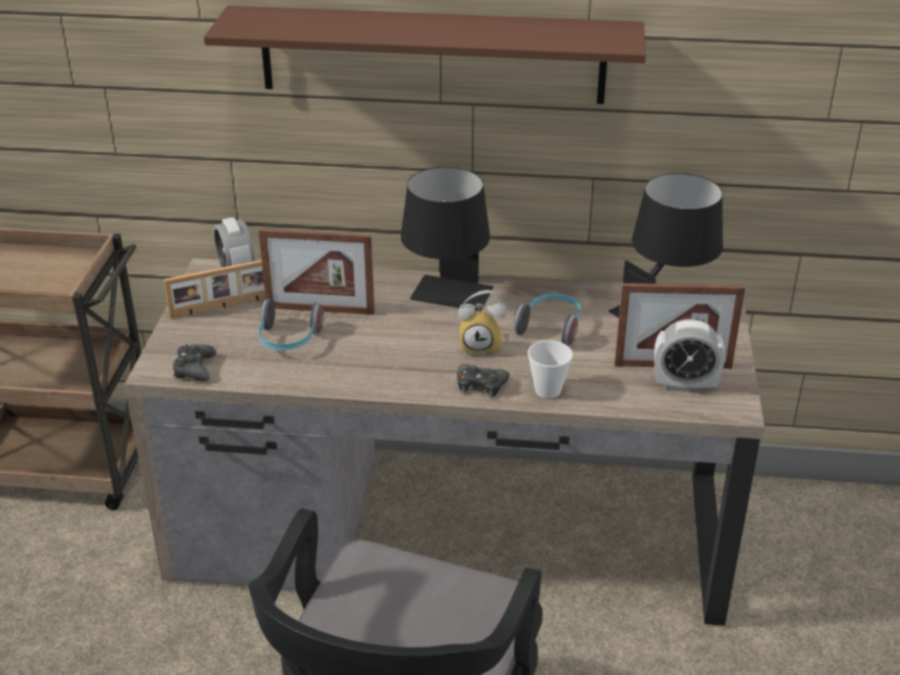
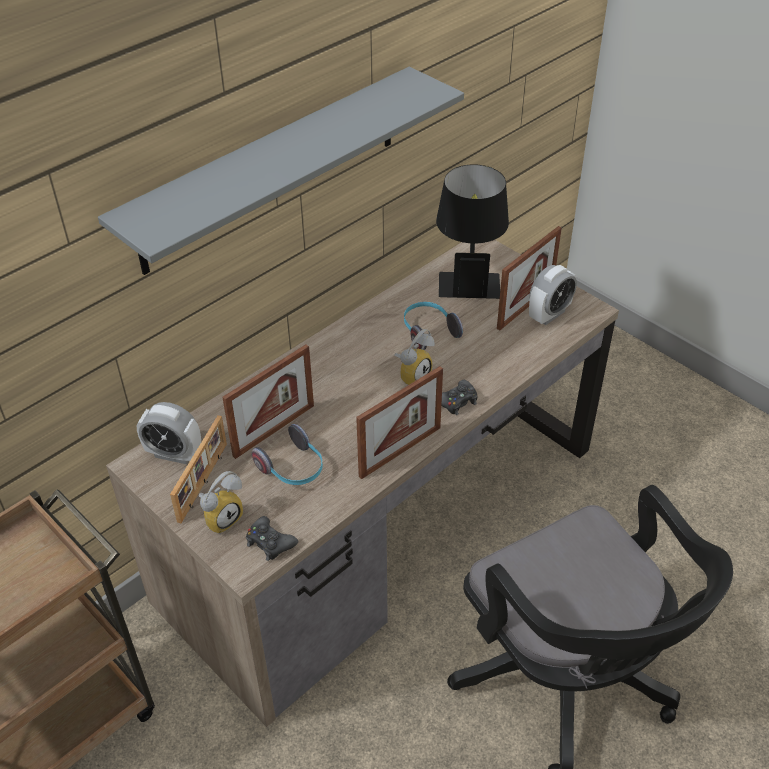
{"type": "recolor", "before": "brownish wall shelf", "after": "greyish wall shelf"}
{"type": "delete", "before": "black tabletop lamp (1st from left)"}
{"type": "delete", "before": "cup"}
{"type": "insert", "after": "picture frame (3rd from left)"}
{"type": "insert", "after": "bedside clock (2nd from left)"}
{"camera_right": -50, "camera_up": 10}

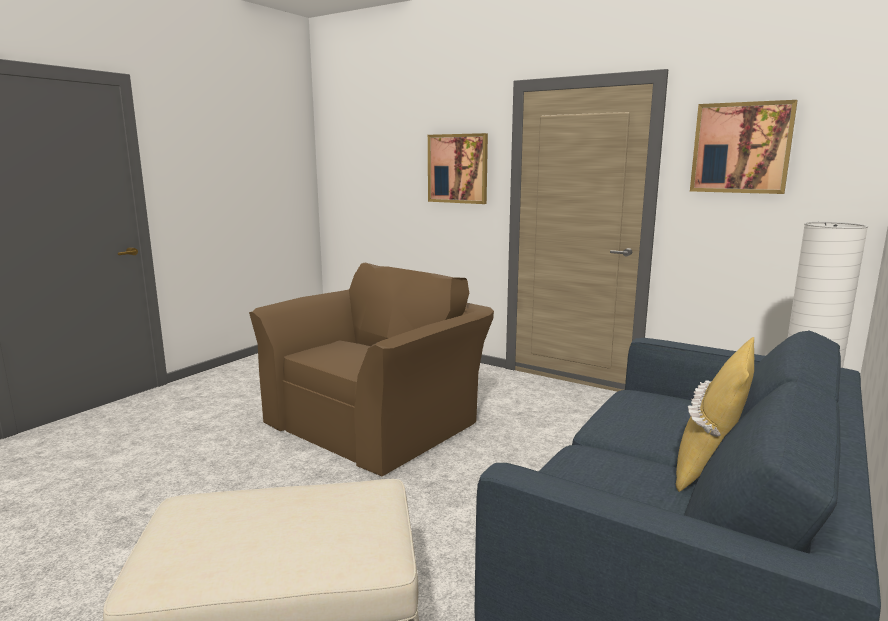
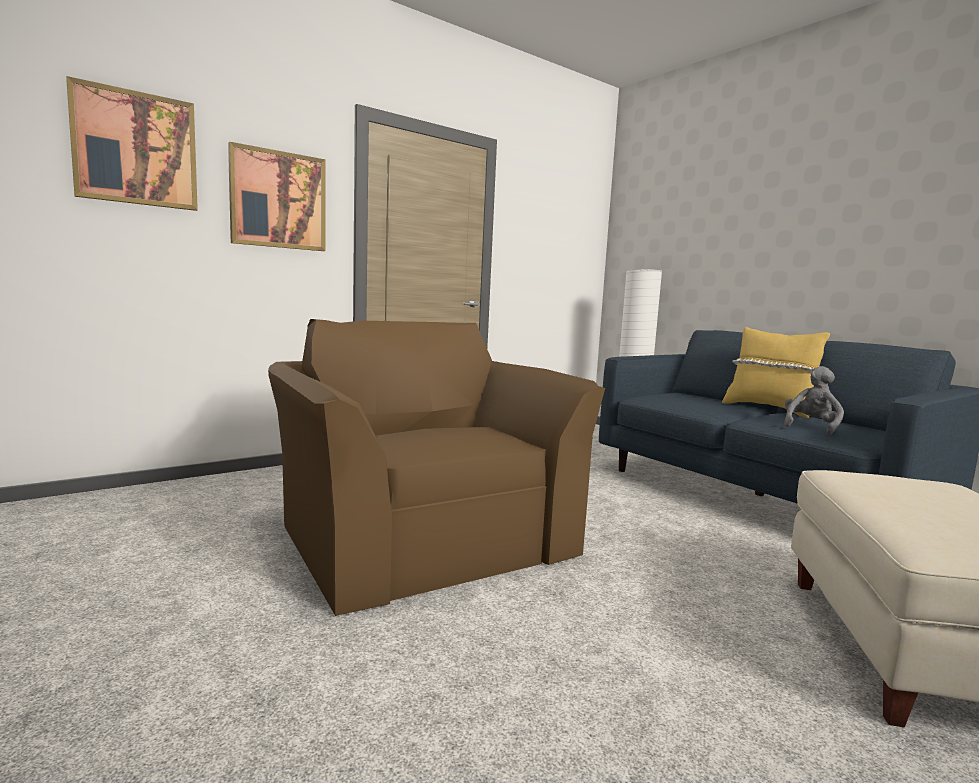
{"type": "move", "before": "picture (2nd from left in the first image)", "after": "picture (1st from left)"}
{"type": "insert", "after": "greyish soft toy"}
{"camera_right": -70, "camera_up": -5}

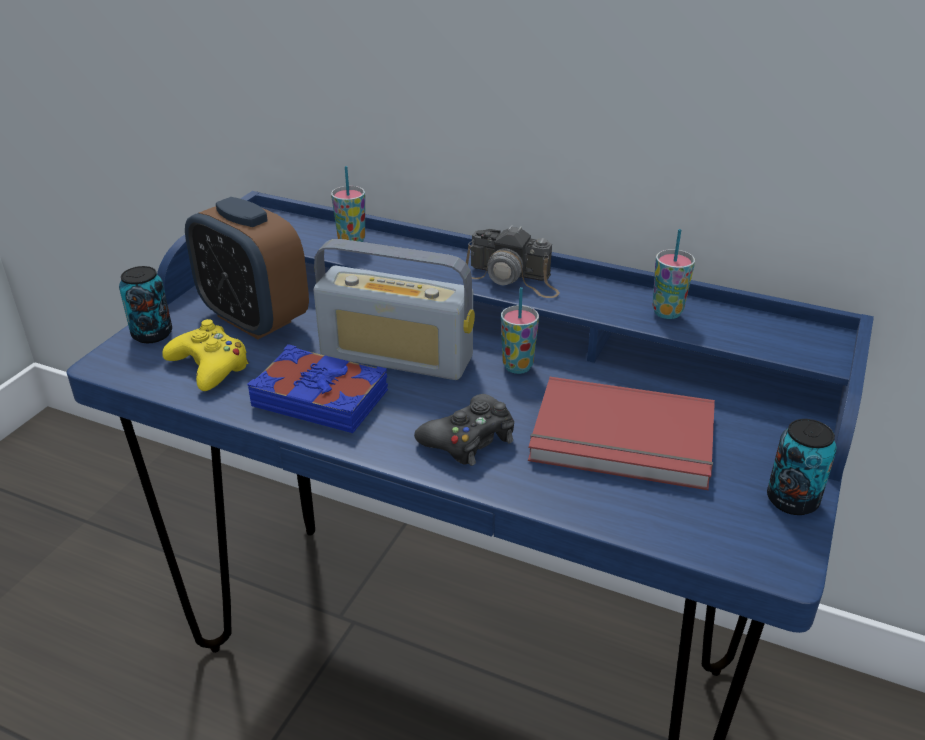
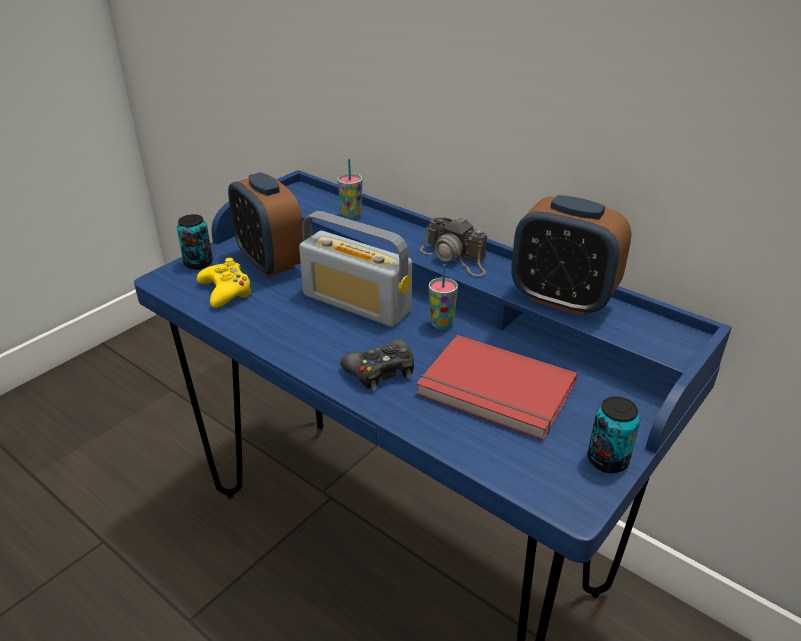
{"type": "replace", "before": "cup (3rd from left)", "after": "bedside clock (2nd from left)"}
{"type": "delete", "before": "blue book"}
{"camera_right": 15, "camera_up": 0}

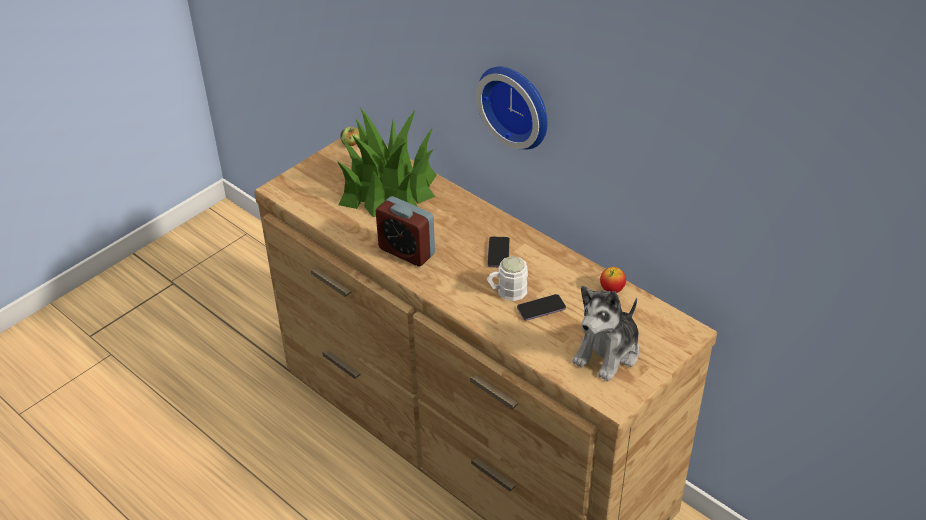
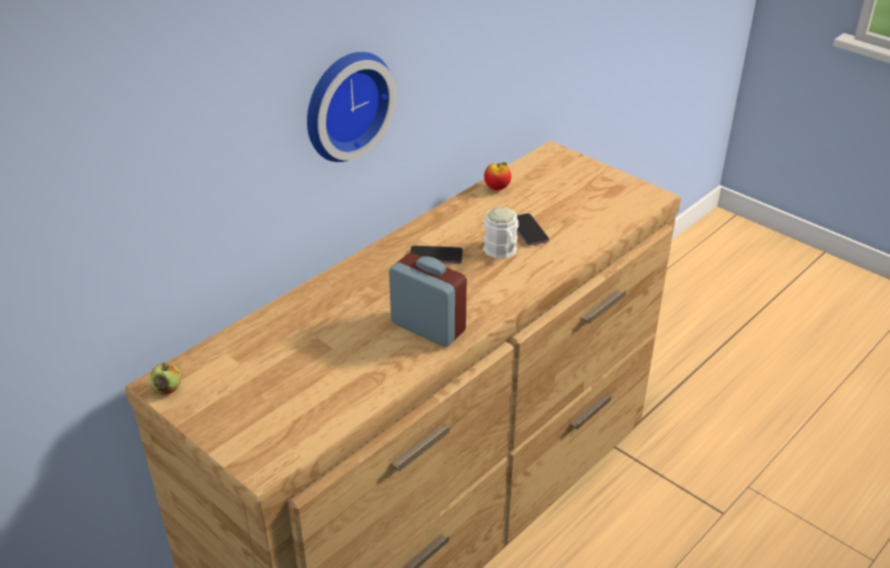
{"type": "delete", "before": "plant in a pot"}
{"type": "rotate", "before": "bedside clock", "turn": -90}
{"type": "delete", "before": "soft toy"}
{"camera_right": -90, "camera_up": -5}

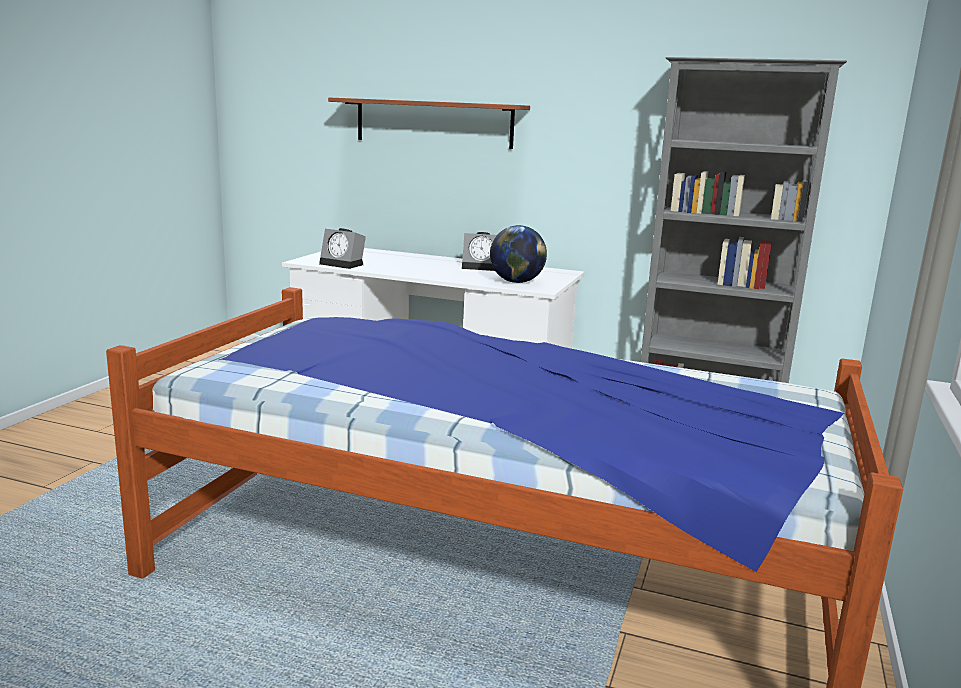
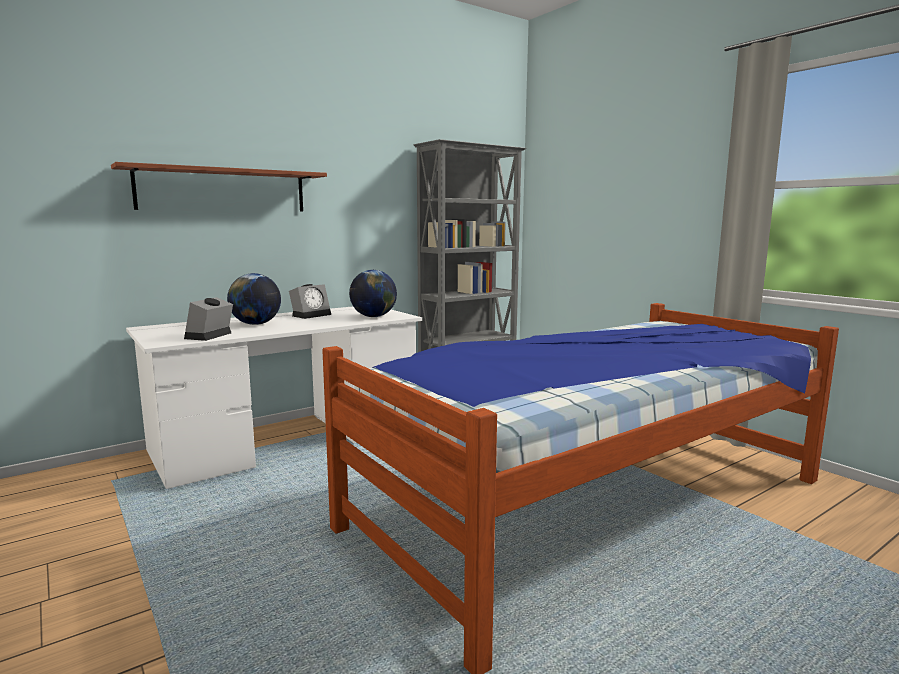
{"type": "rotate", "before": "bedside clock (1st from left)", "turn": 135}
{"type": "insert", "after": "globe (1st from left)"}
{"camera_right": -55, "camera_up": -5}

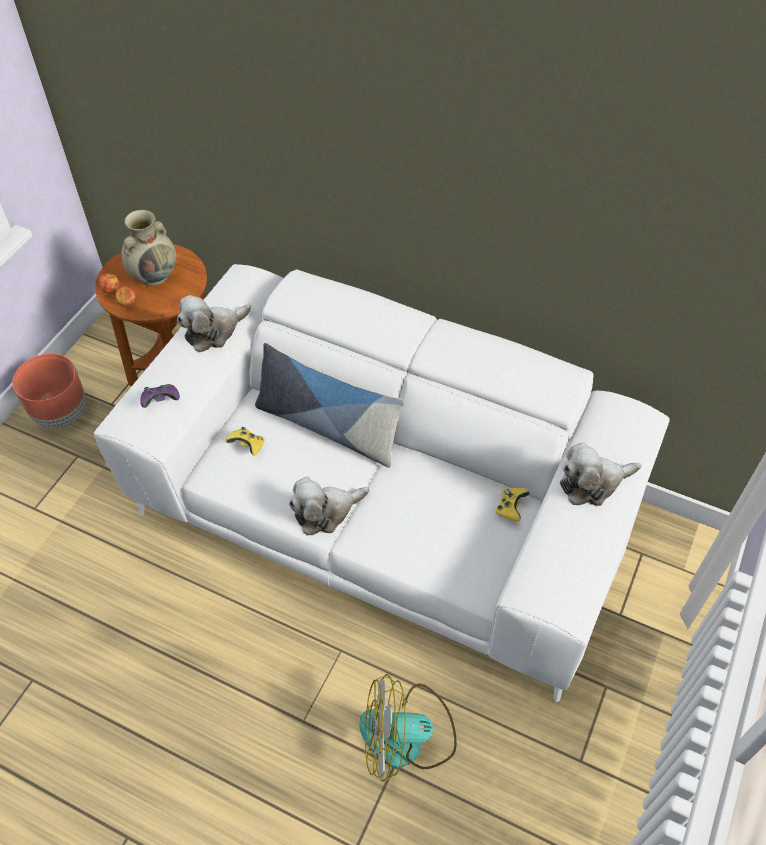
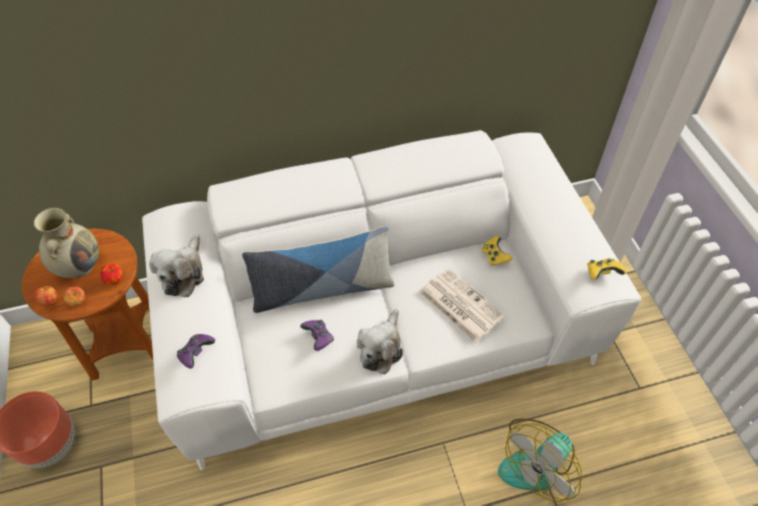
{"type": "move", "before": "yellowish gamepad (1st from left in the first image)", "after": "yellowish gamepad (2nd from left)"}
{"type": "delete", "before": "soft toy (3rd from left)"}
{"type": "insert", "after": "whole apple (3rd from left)"}
{"type": "insert", "after": "daily paper"}
{"type": "insert", "after": "purple gamepad (2nd from left)"}
{"camera_right": -40, "camera_up": 0}

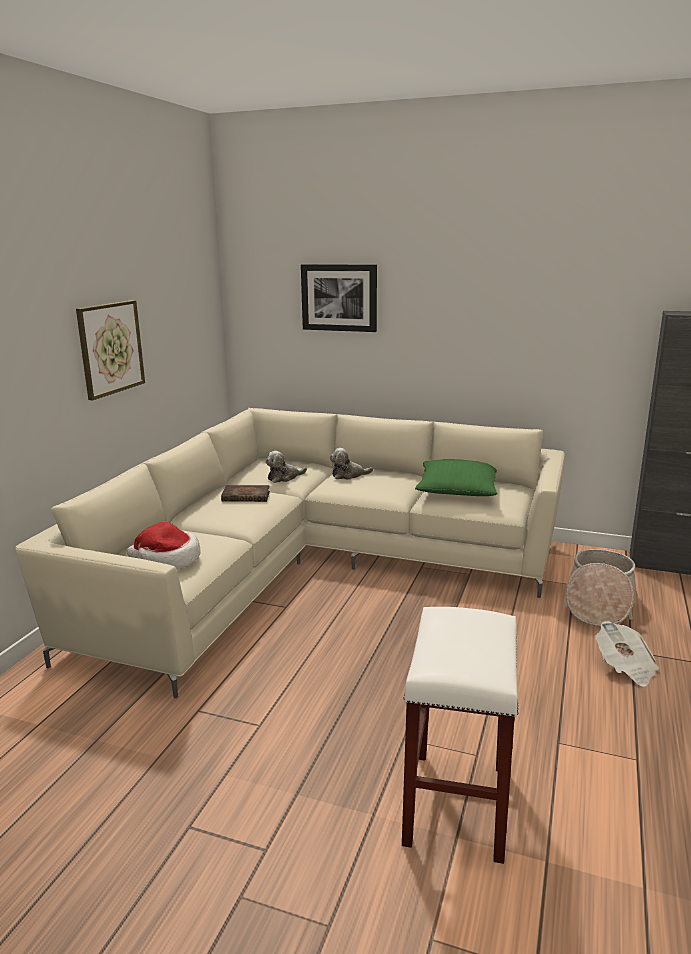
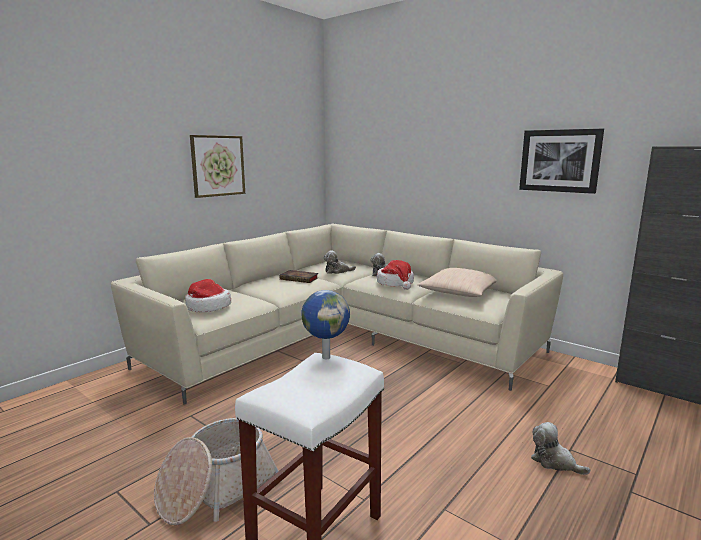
{"type": "move", "before": "picture (2nd from left)"}
{"type": "recolor", "before": "green throw pillow", "after": "sand-coloured throw pillow"}
{"type": "move", "before": "household basket"}
{"type": "replace", "before": "daily paper", "after": "soft toy (3rd from left)"}
{"type": "insert", "after": "hat (2nd from left)"}
{"type": "insert", "after": "globe"}
{"camera_right": 20, "camera_up": -5}

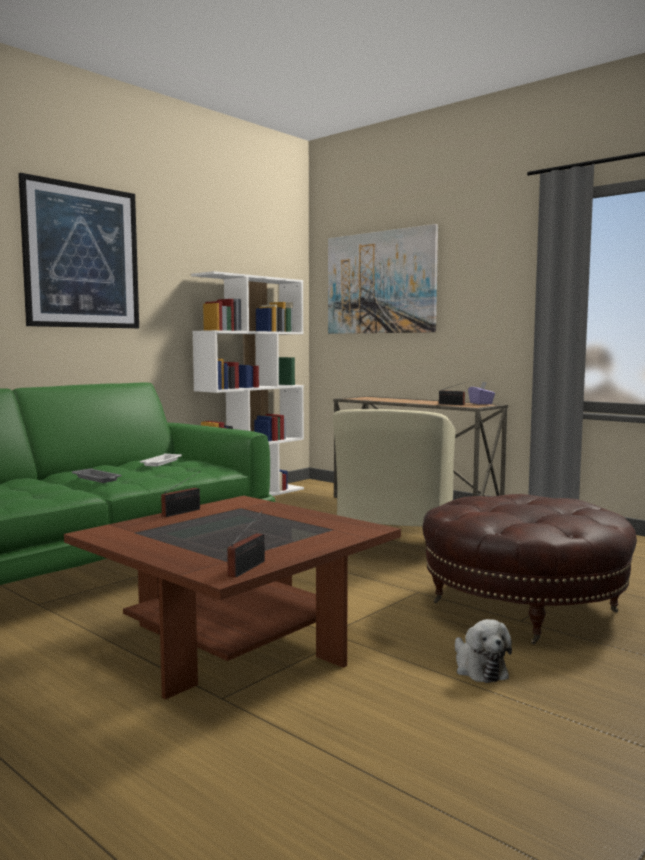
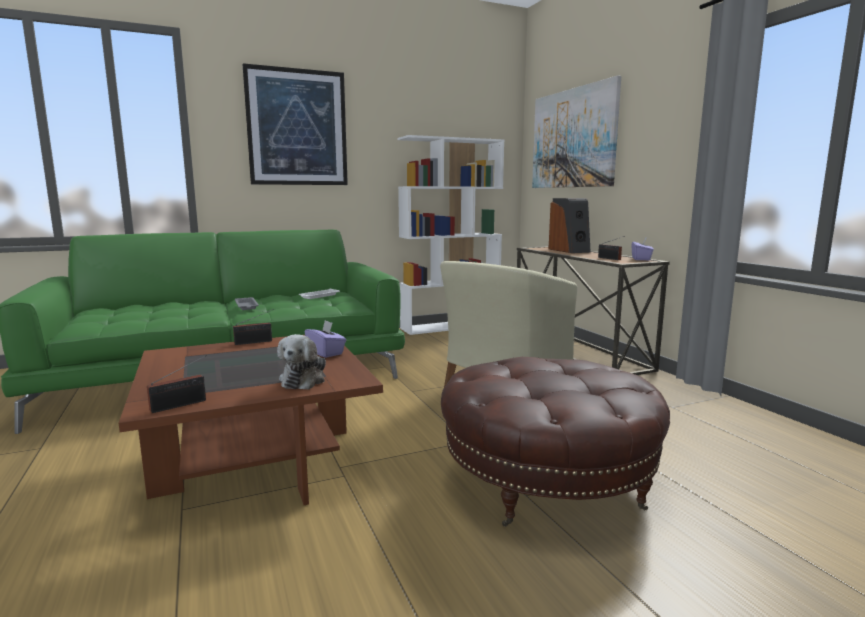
{"type": "move", "before": "soft toy"}
{"type": "insert", "after": "speaker"}
{"type": "insert", "after": "purple box of tissues (1st from left)"}
{"camera_right": 25, "camera_up": 5}

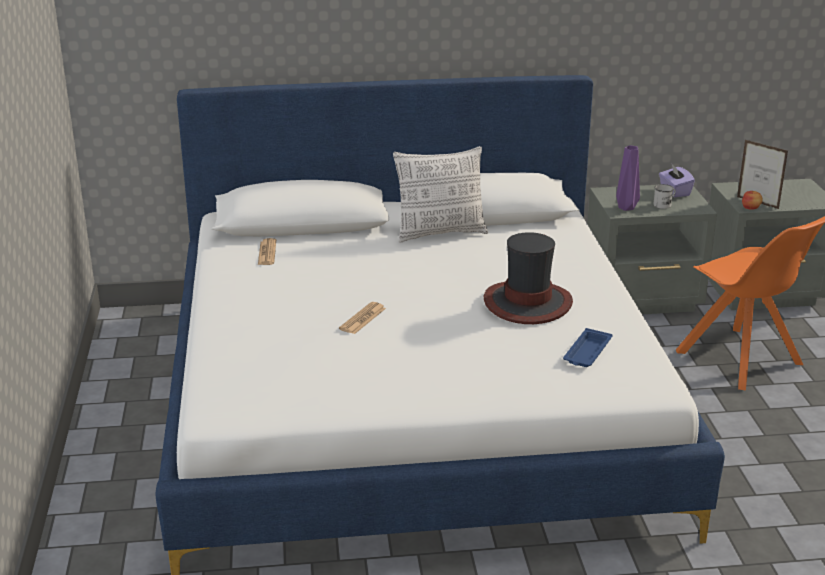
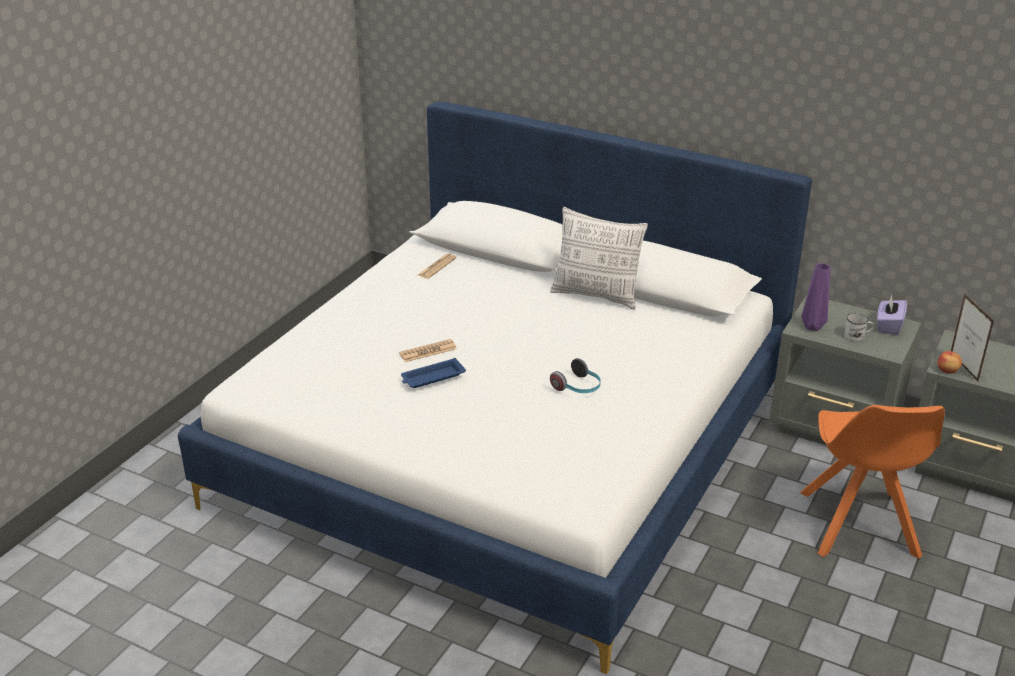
{"type": "replace", "before": "hat", "after": "headset"}
{"type": "move", "before": "blue tray"}
{"camera_right": 35, "camera_up": 5}

